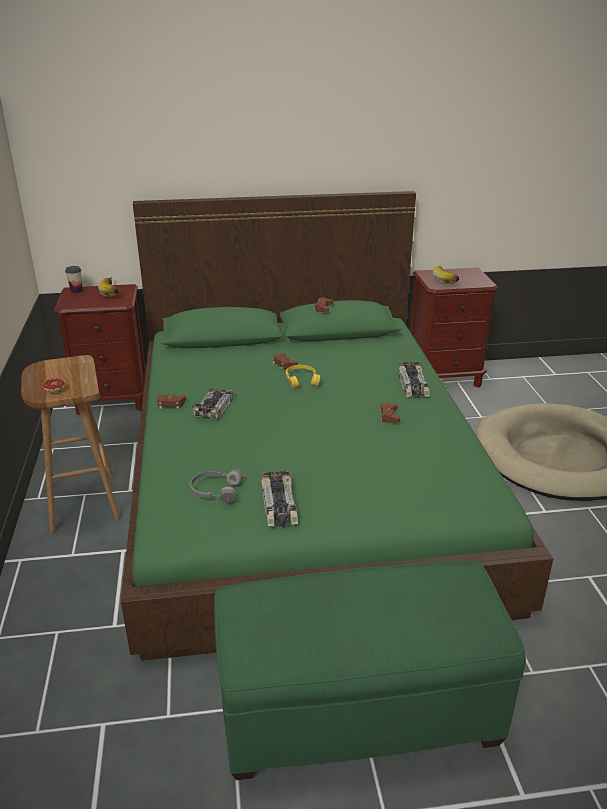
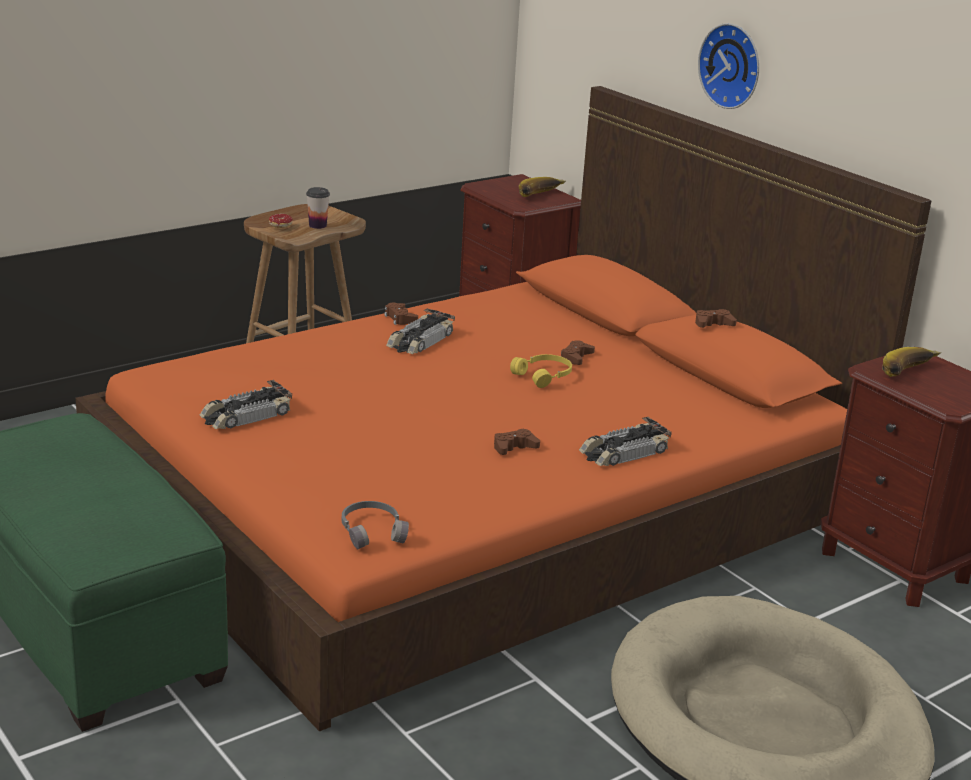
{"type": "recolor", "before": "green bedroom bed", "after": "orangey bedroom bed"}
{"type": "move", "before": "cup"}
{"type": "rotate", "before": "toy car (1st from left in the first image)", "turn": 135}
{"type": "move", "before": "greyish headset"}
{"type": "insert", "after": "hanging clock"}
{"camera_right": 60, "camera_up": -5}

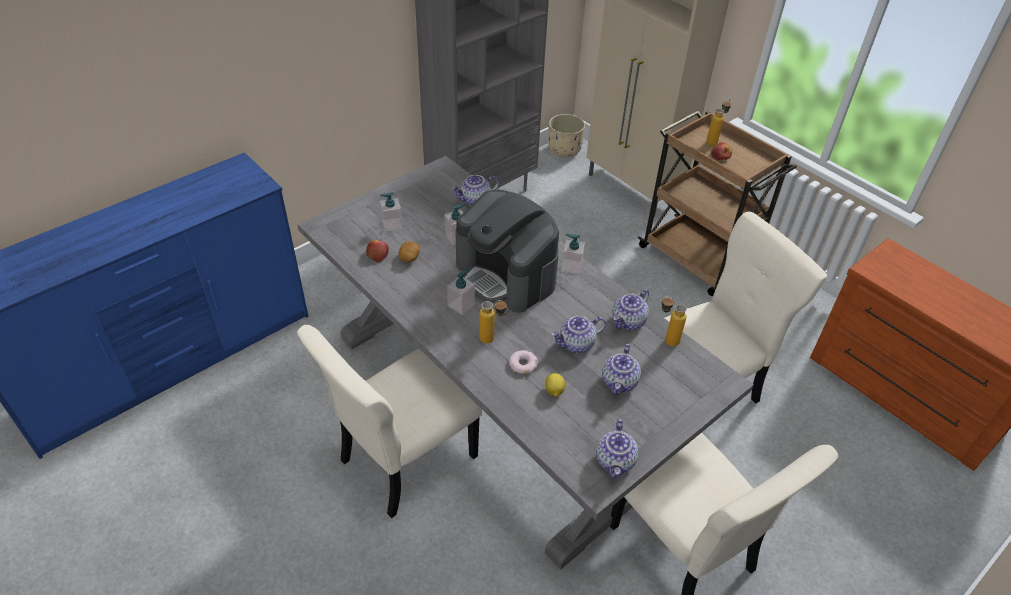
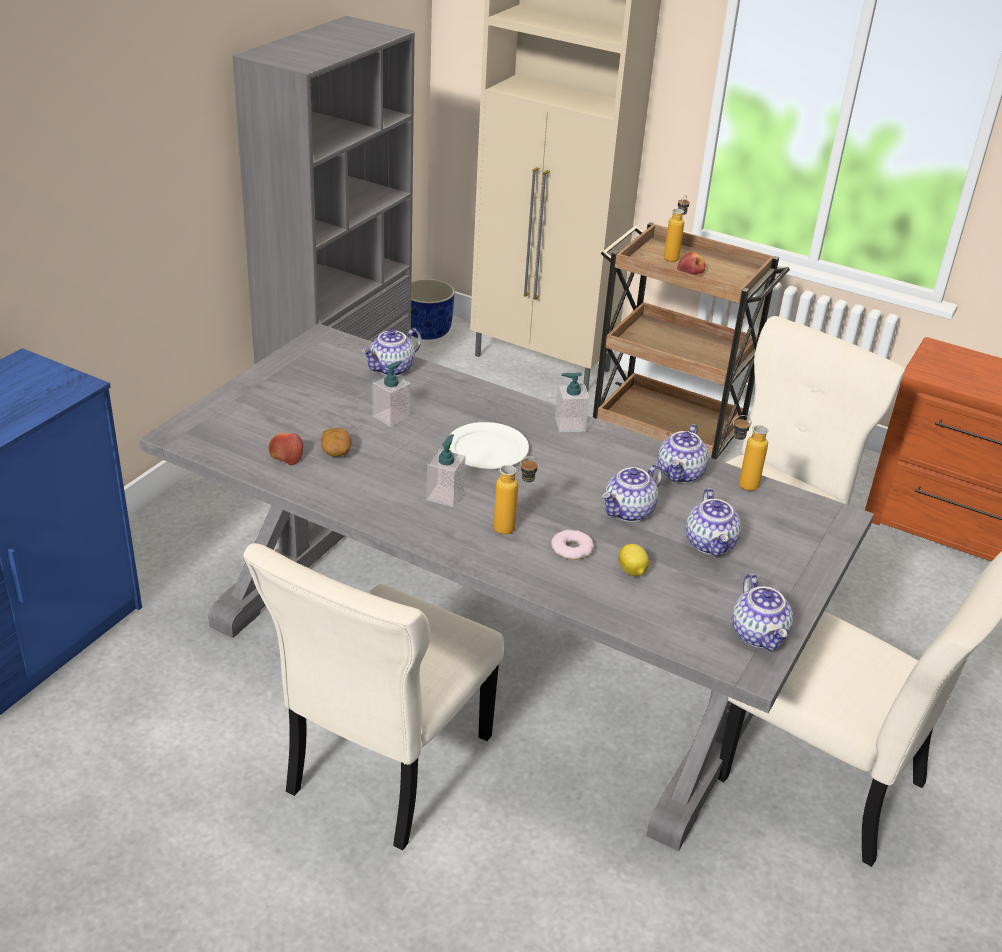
{"type": "recolor", "before": "sand-coloured planter", "after": "blue planter"}
{"type": "replace", "before": "coffee machine", "after": "whitish flat dish"}
{"type": "delete", "before": "soap bottle (1st from left)"}
{"camera_right": -20, "camera_up": -10}

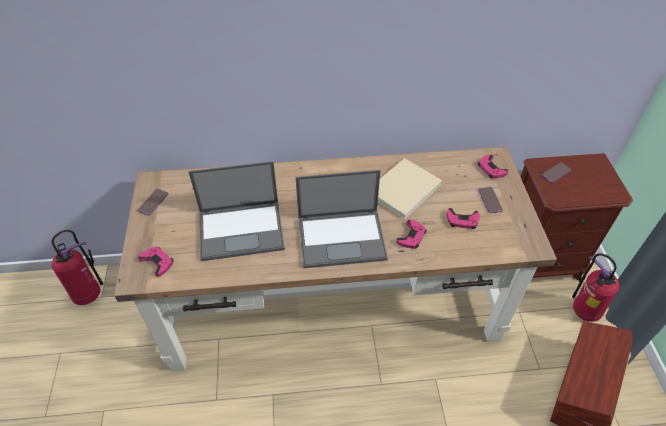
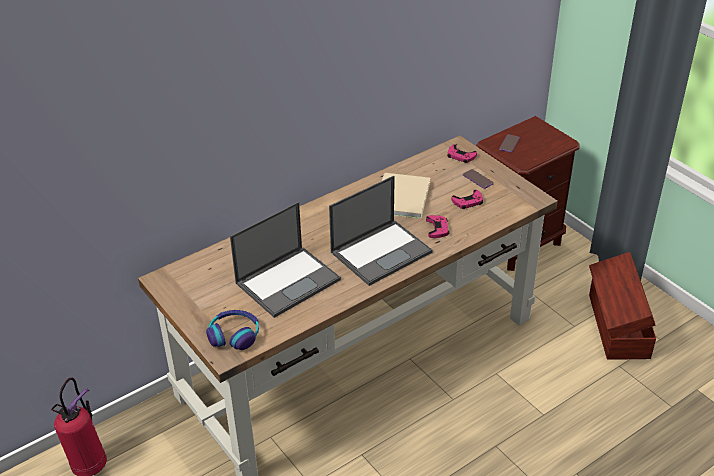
{"type": "delete", "before": "handset (1st from left)"}
{"type": "replace", "before": "pinkish gamepad (1st from left)", "after": "headset"}
{"type": "delete", "before": "fire-fighting cylinder (2nd from left)"}
{"camera_right": -30, "camera_up": -10}

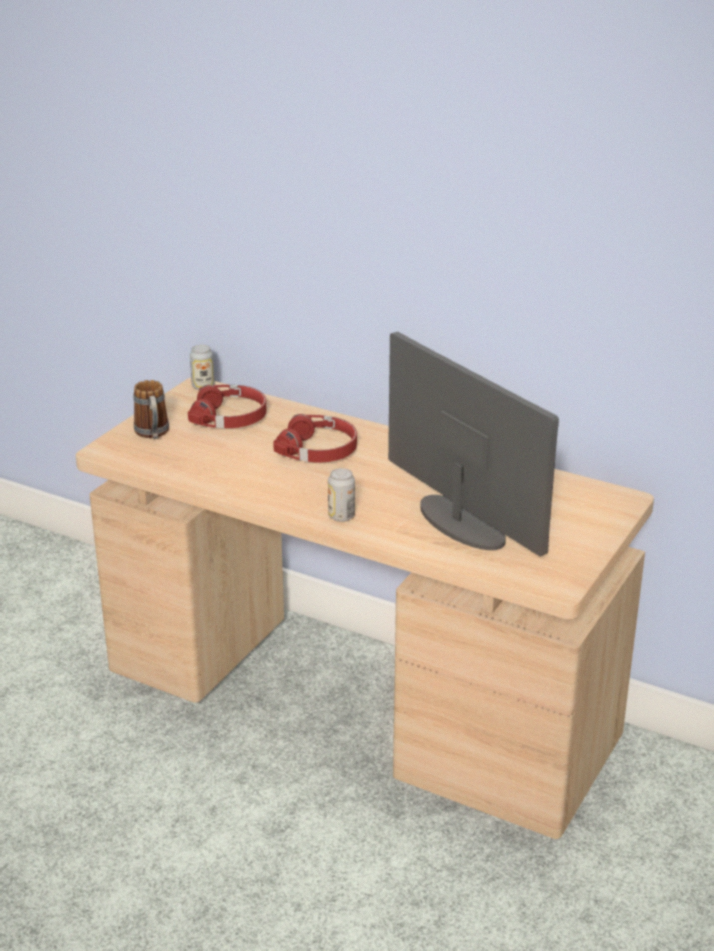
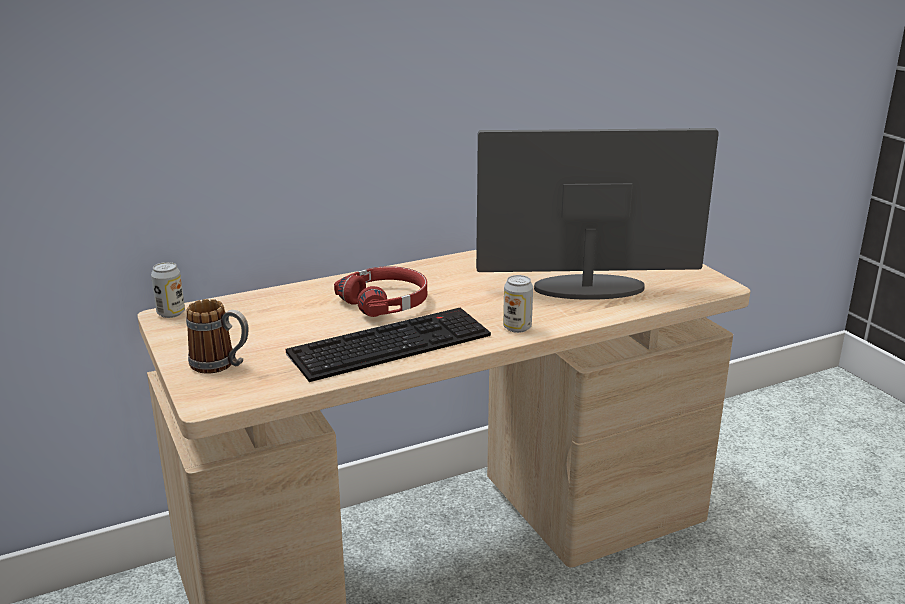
{"type": "delete", "before": "red headset (1st from left)"}
{"type": "insert", "after": "computer keyboard"}
{"camera_right": -55, "camera_up": -5}

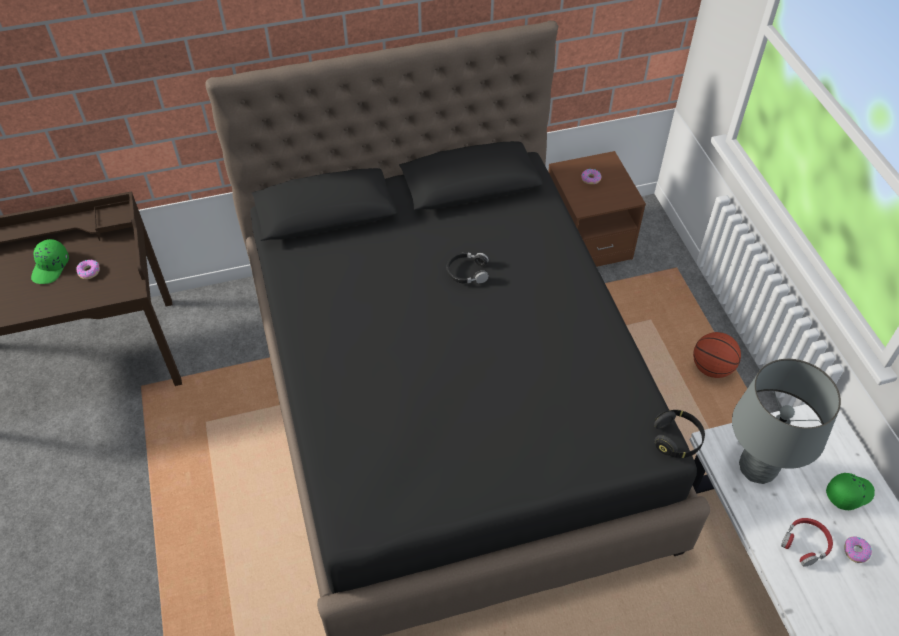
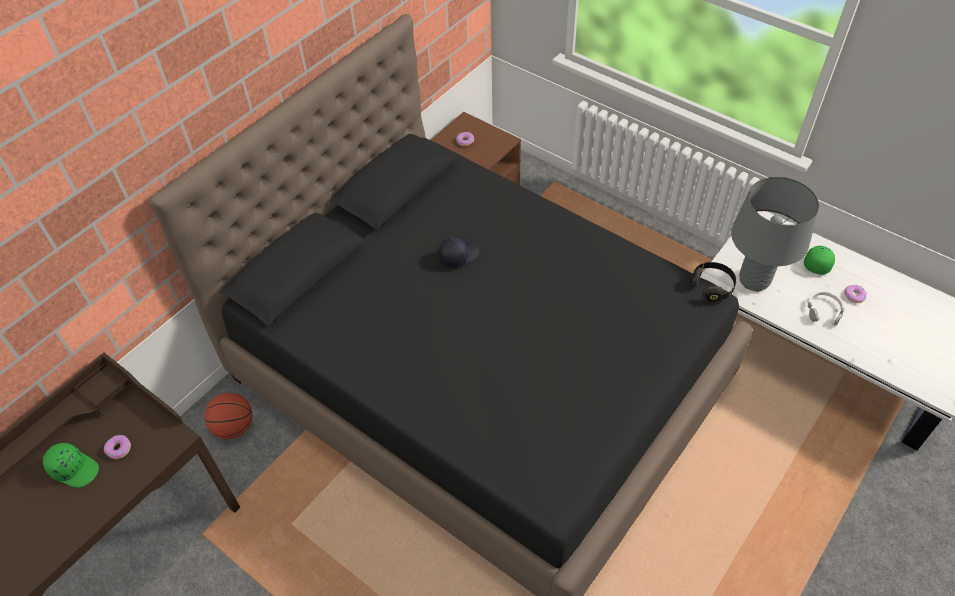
{"type": "rotate", "before": "green peaked cap (1st from left)", "turn": -45}
{"type": "replace", "before": "black headset (1st from left)", "after": "black peaked cap"}
{"type": "move", "before": "basketball"}
{"type": "recolor", "before": "red headset", "after": "whitish headset"}
{"camera_right": -35, "camera_up": 0}

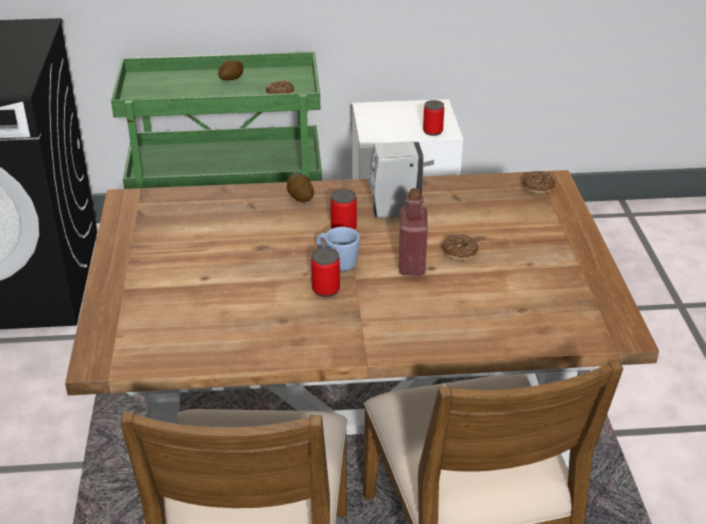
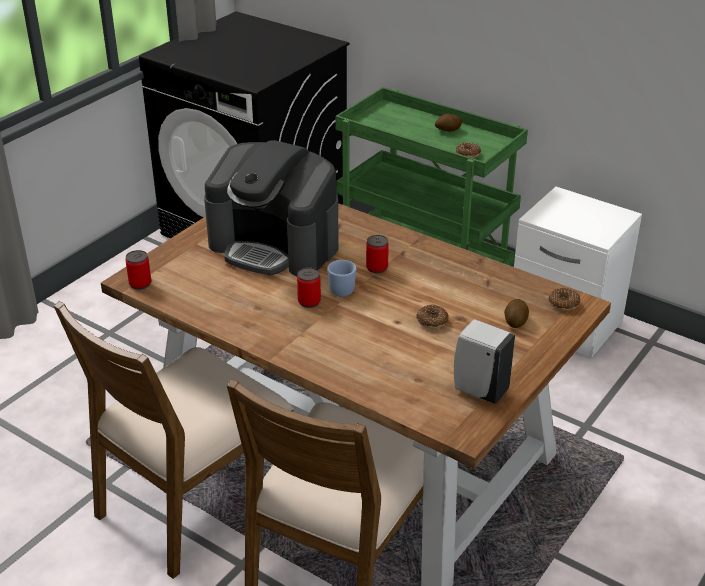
{"type": "move", "before": "can (3rd from left in the first image)", "after": "can (1st from left)"}
{"type": "move", "before": "whitish soap bottle"}
{"type": "move", "before": "potato (2nd from left)"}
{"type": "delete", "before": "red bottle"}
{"type": "insert", "after": "coffee machine"}
{"camera_right": 40, "camera_up": 0}

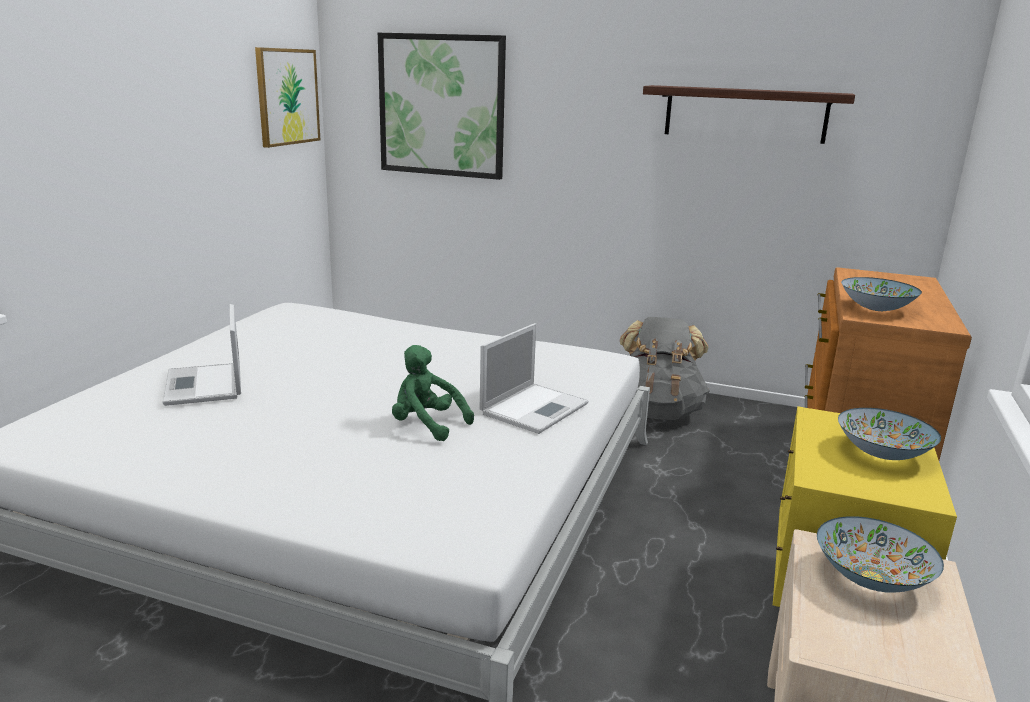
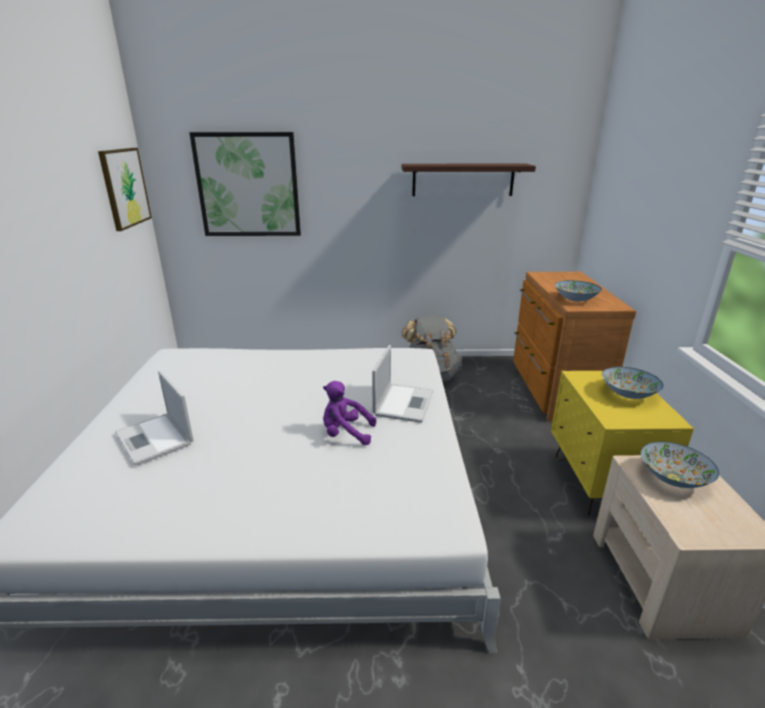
{"type": "recolor", "before": "green soft toy", "after": "purple soft toy"}
{"camera_right": -20, "camera_up": 5}

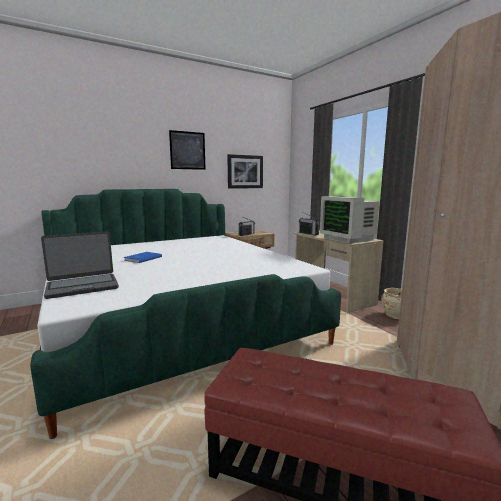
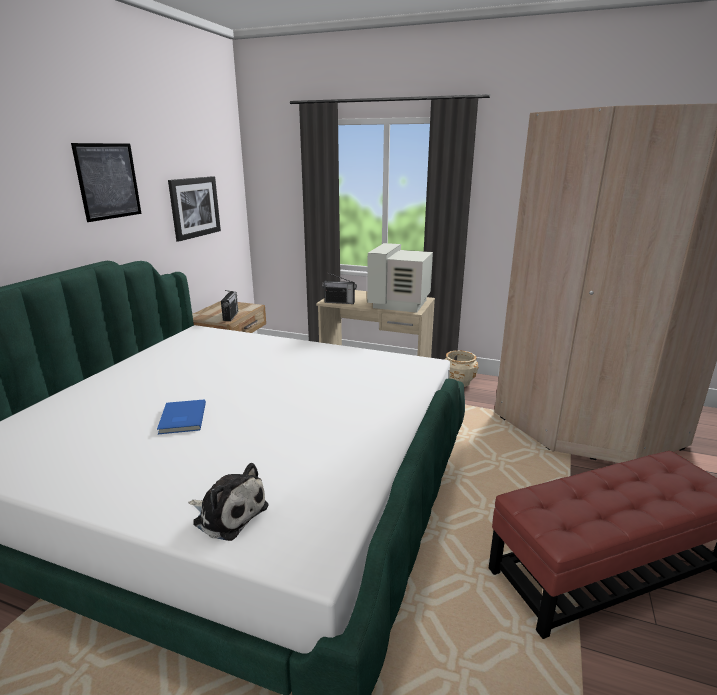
{"type": "rotate", "before": "computer screen", "turn": 90}
{"type": "replace", "before": "portable computer", "after": "soft toy"}
{"camera_right": -40, "camera_up": 10}

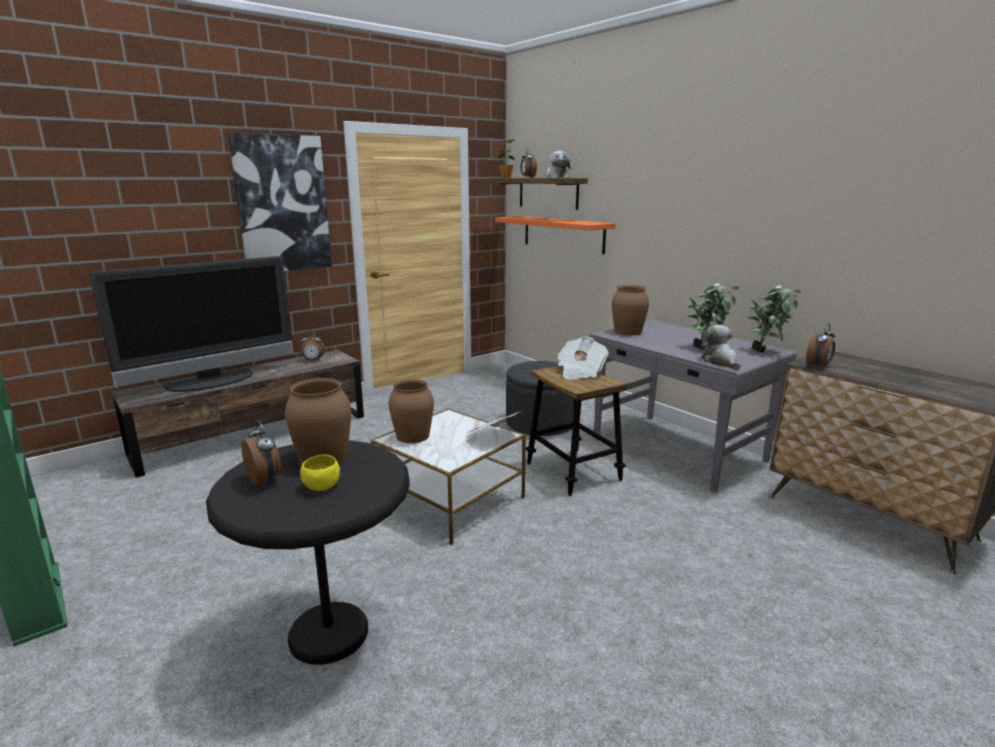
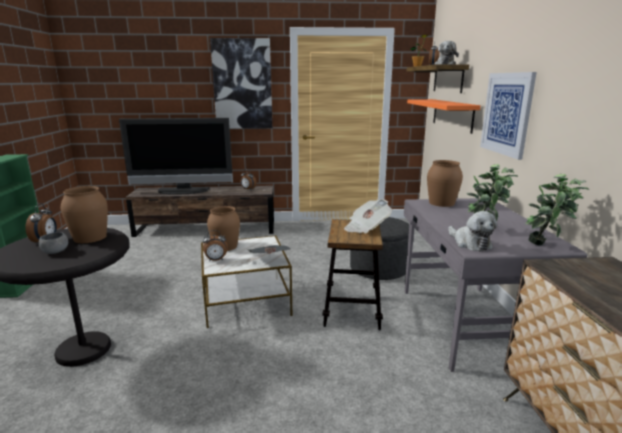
{"type": "move", "before": "bedside clock (4th from left in the first image)", "after": "bedside clock (2nd from left)"}
{"type": "rotate", "before": "soft toy (2nd from left)", "turn": 135}
{"type": "recolor", "before": "yellowish deep dish", "after": "greyish deep dish"}
{"type": "insert", "after": "picture (2nd from left)"}
{"camera_right": 35, "camera_up": 0}

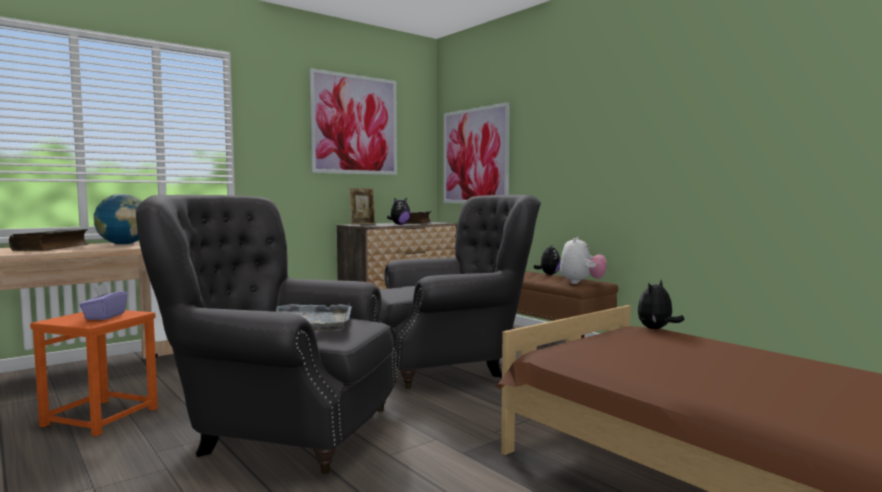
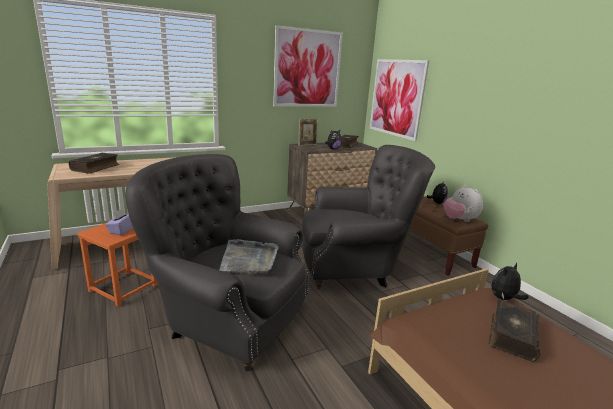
{"type": "delete", "before": "globe"}
{"type": "rotate", "before": "soft toy (3rd from left)", "turn": 120}
{"type": "insert", "after": "book (3rd from left)"}
{"camera_right": 10, "camera_up": 15}

